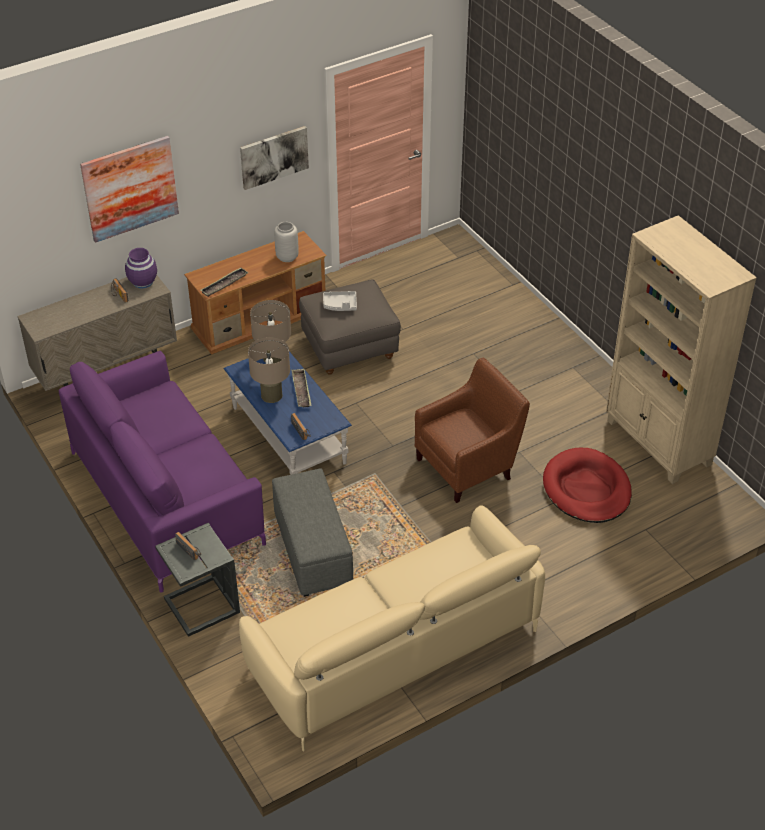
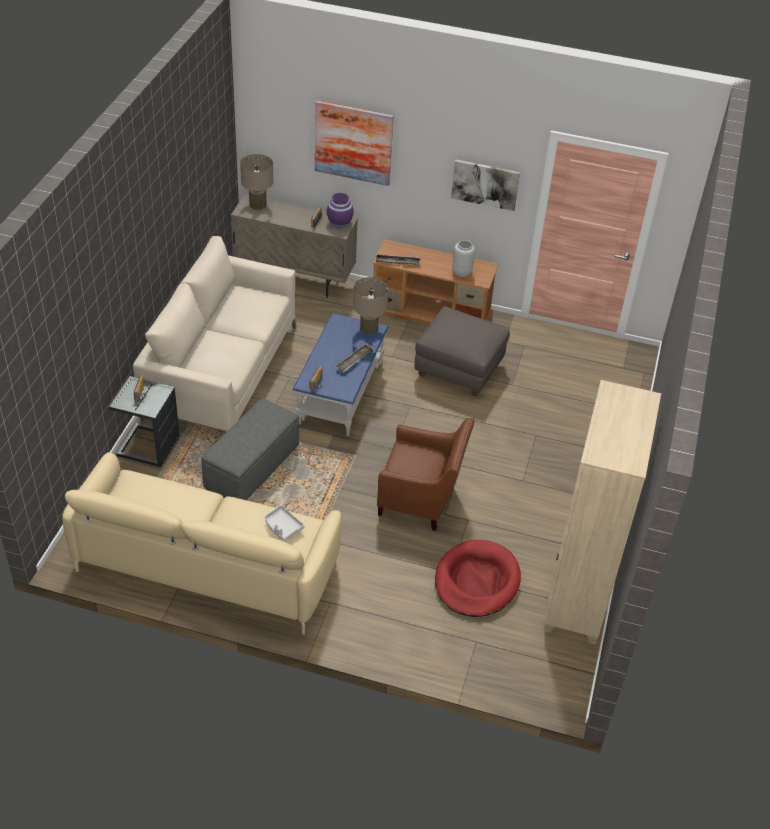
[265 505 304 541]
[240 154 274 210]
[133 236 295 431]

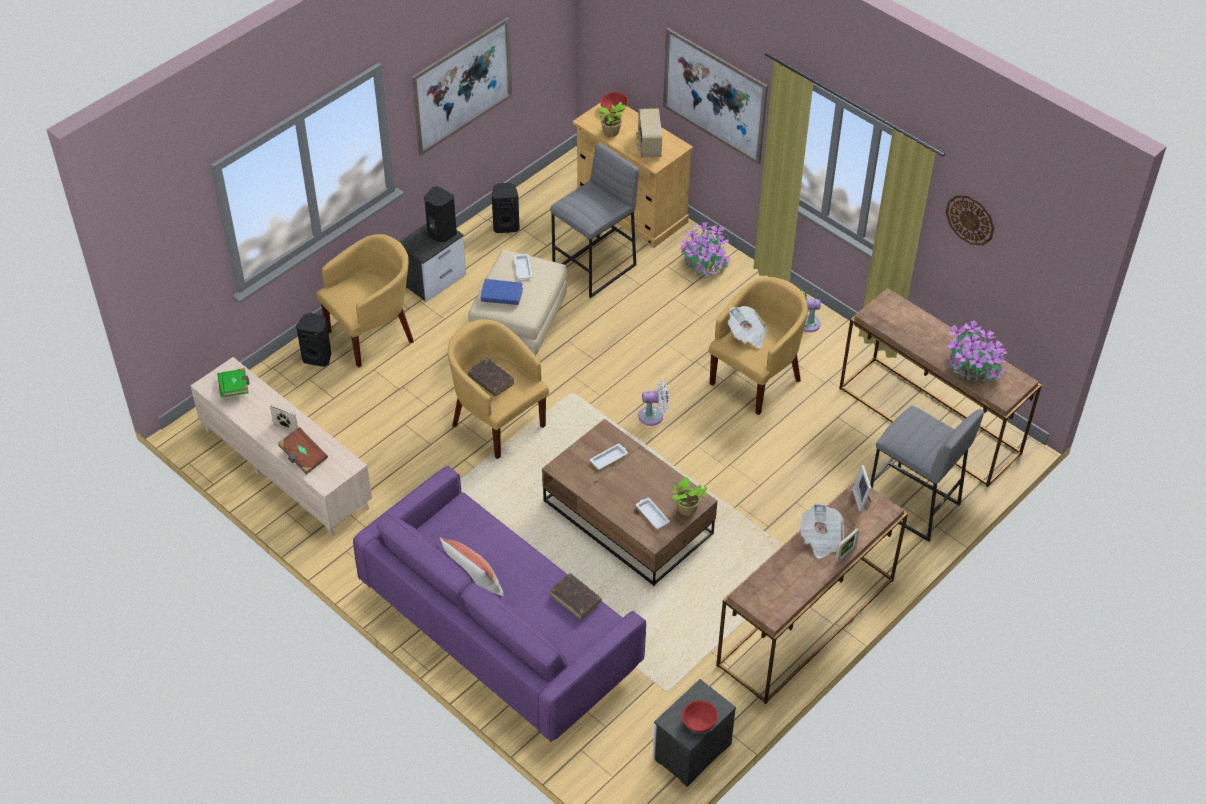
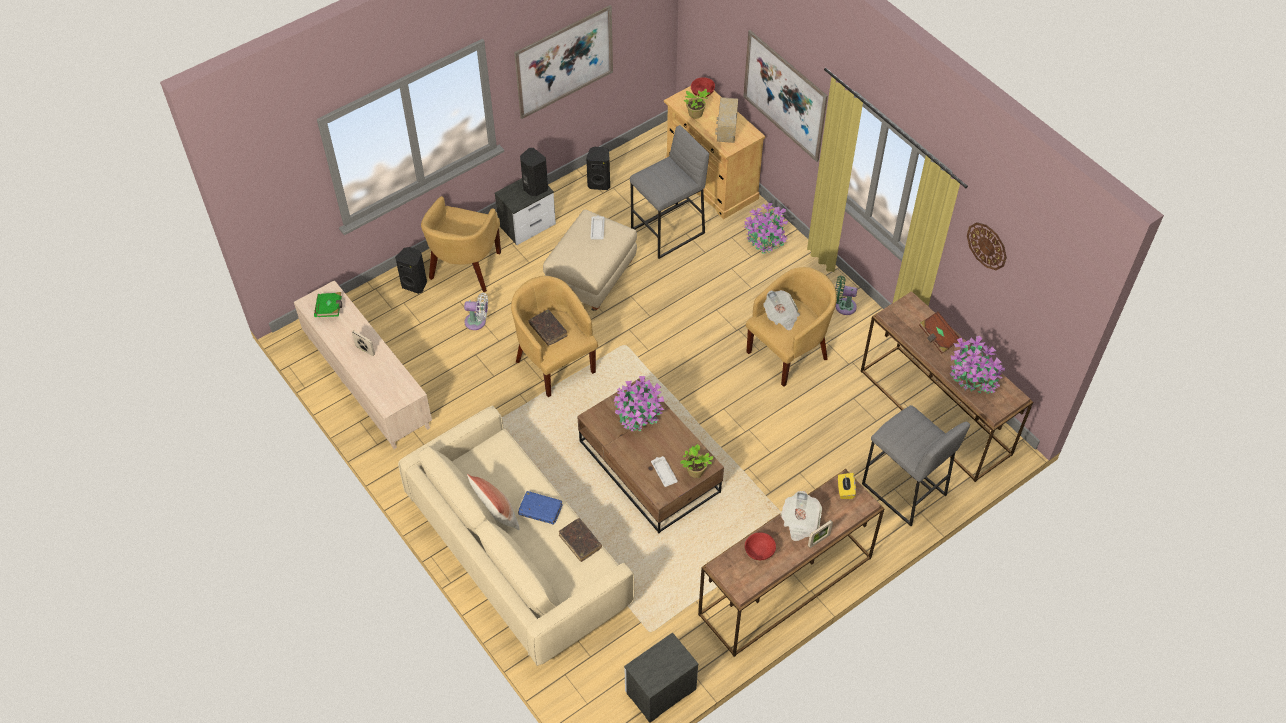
[421 196 501 292]
[518 491 563 525]
[464 293 488 330]
[919 311 959 353]
[614 376 664 431]
[838 473 856 499]
[398 405 634 666]
[745 532 776 560]

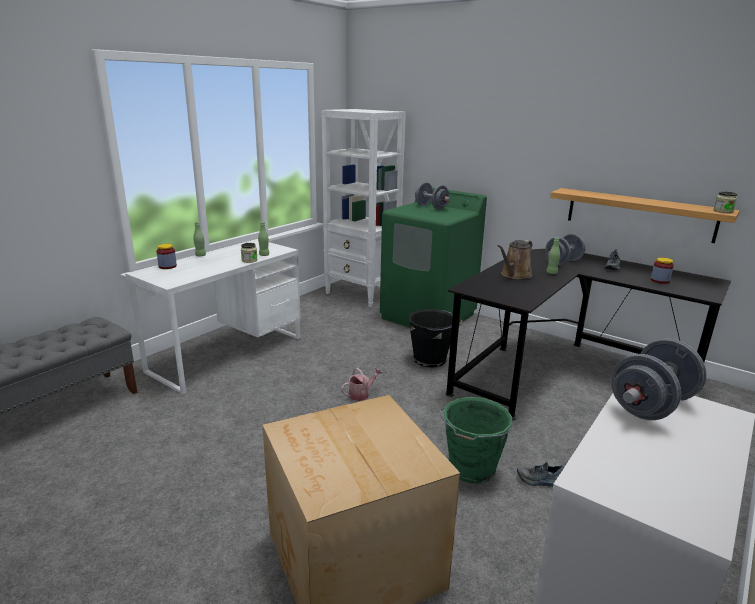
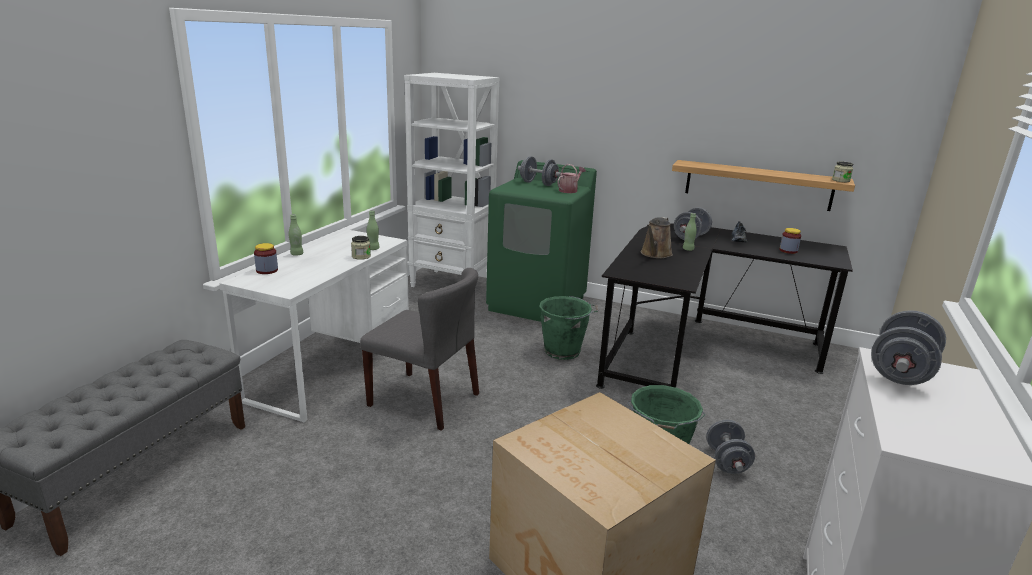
[539 296 598 360]
[557 164 586 193]
[706 420 755 474]
[360 268 479 431]

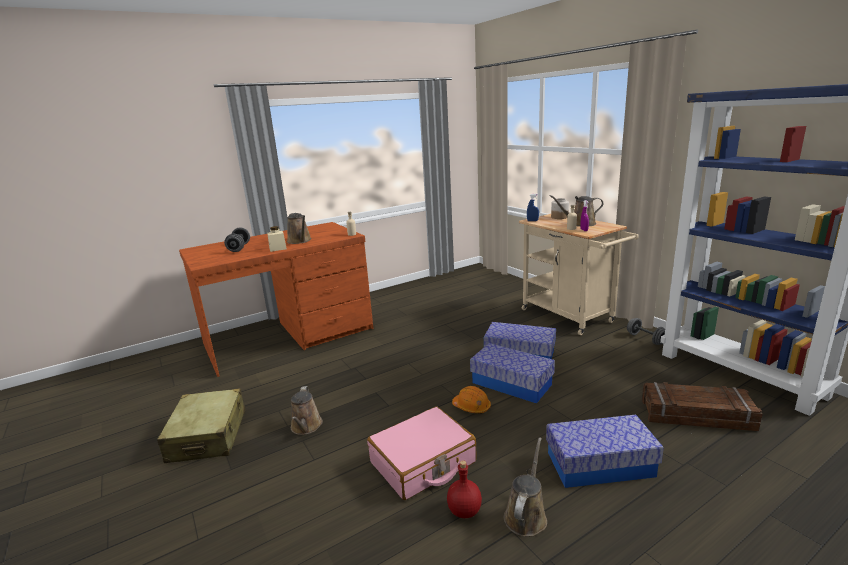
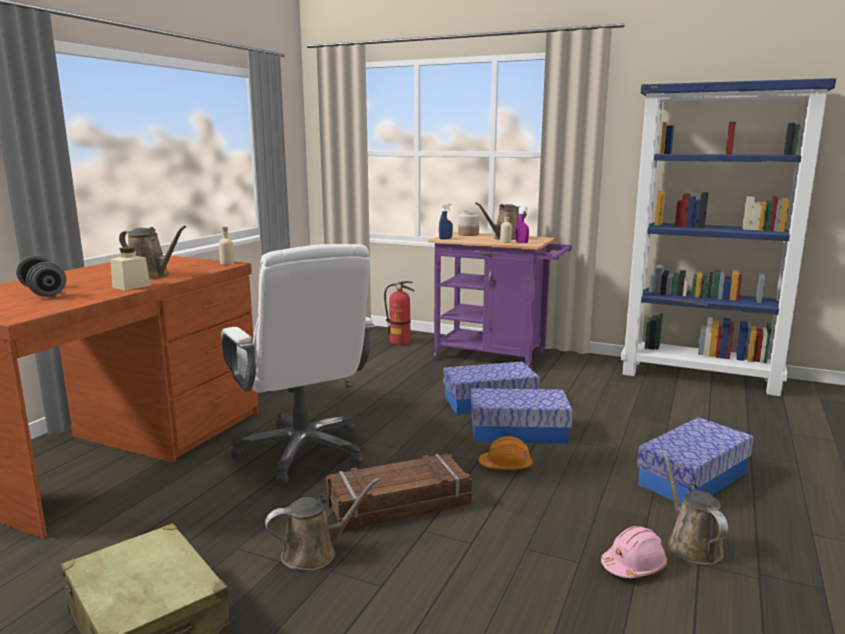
[428 232 572 368]
[627 318 665 345] (first image)
[326 454 472 531]
[265 478 379 571]
[367 406 477 500] (first image)
[601 526 668 578]
[221 244 376 484]
[384 281 414 345]

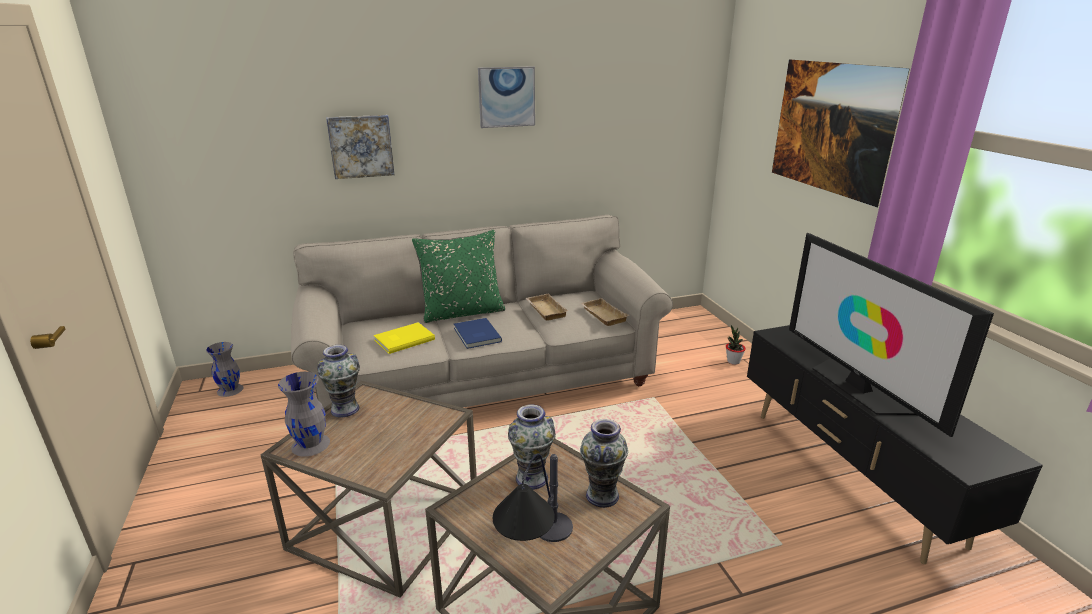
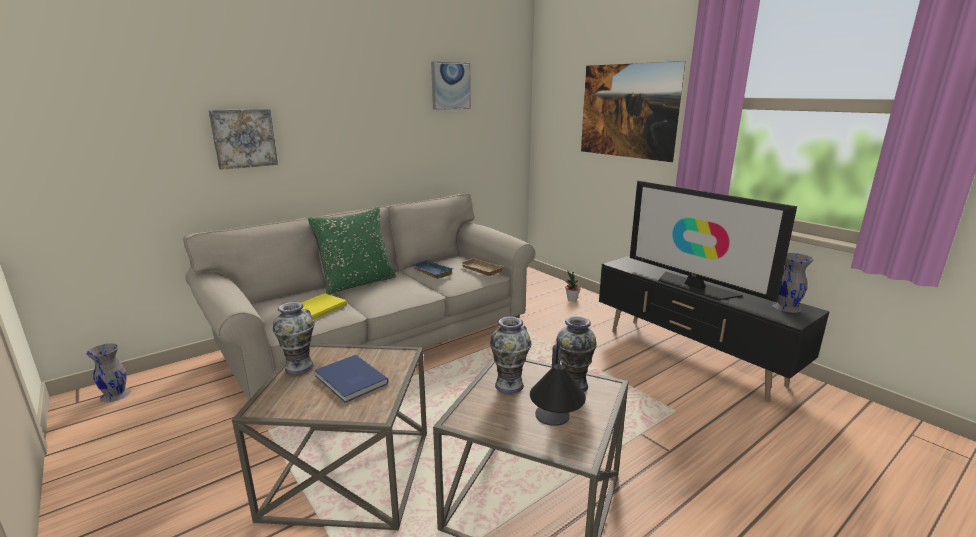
[431 62 471 110]
[411 260 454 279]
[315 355 389 403]
[772 253 813 313]

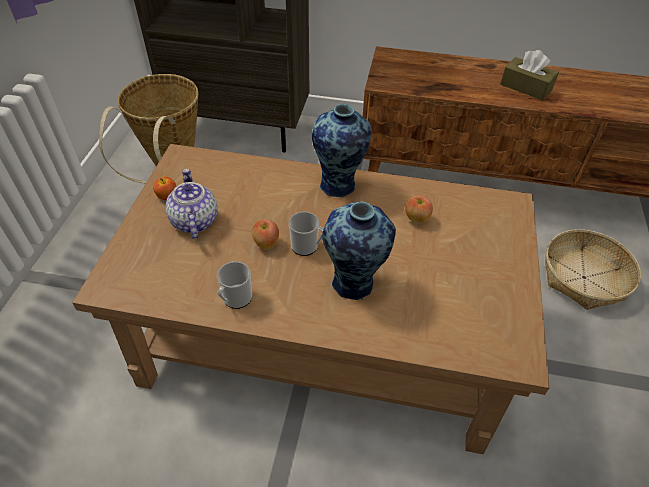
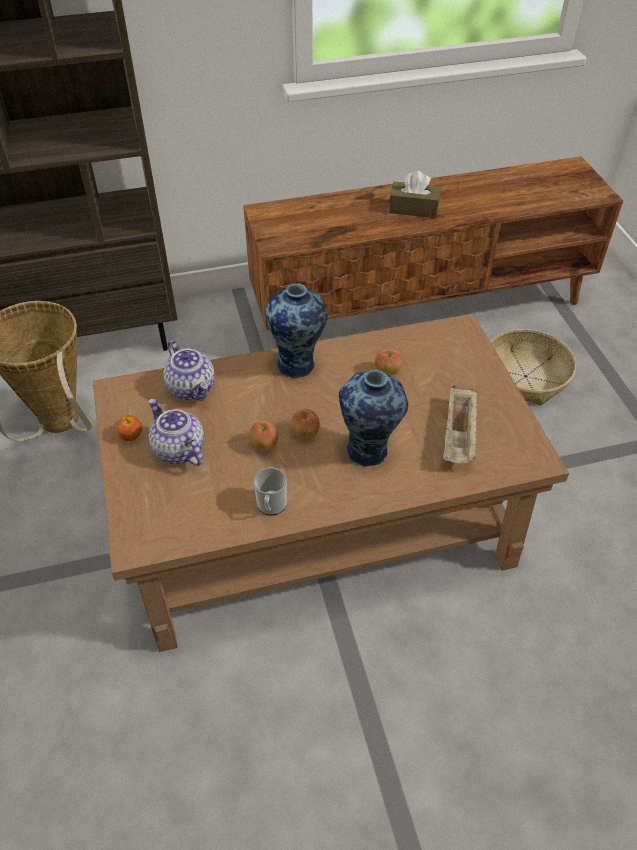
[291 409 320 439]
[164 340 215 401]
[443 385 478 463]

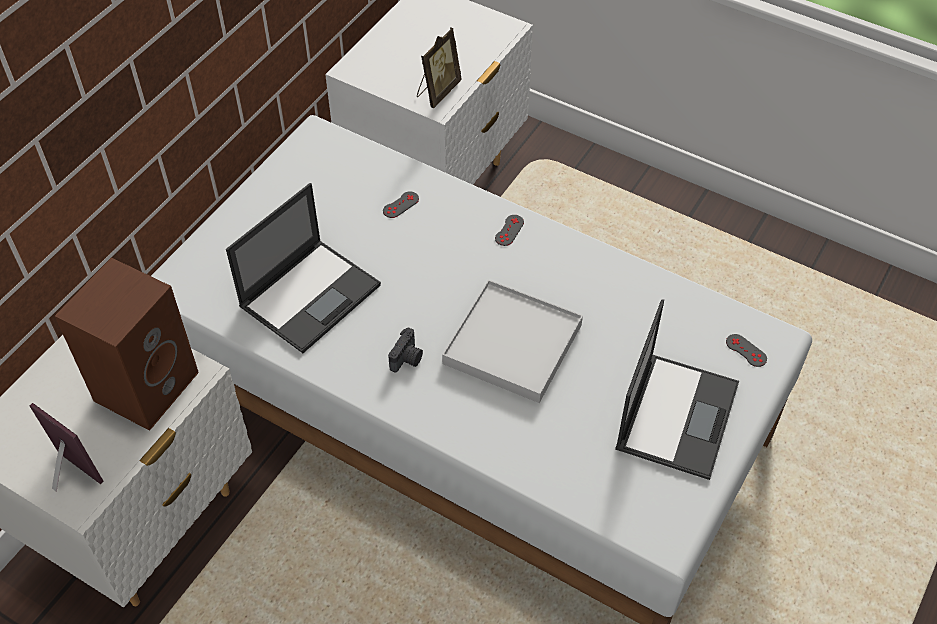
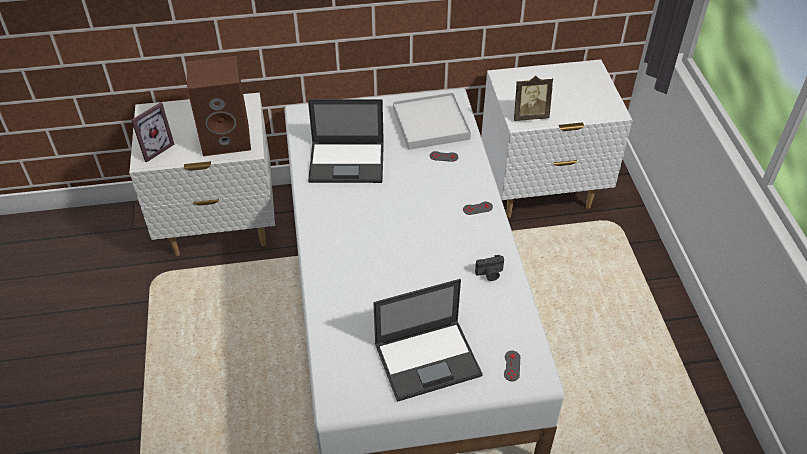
[393 92 471 150]
[475 255 504 281]
[131 102 175 163]

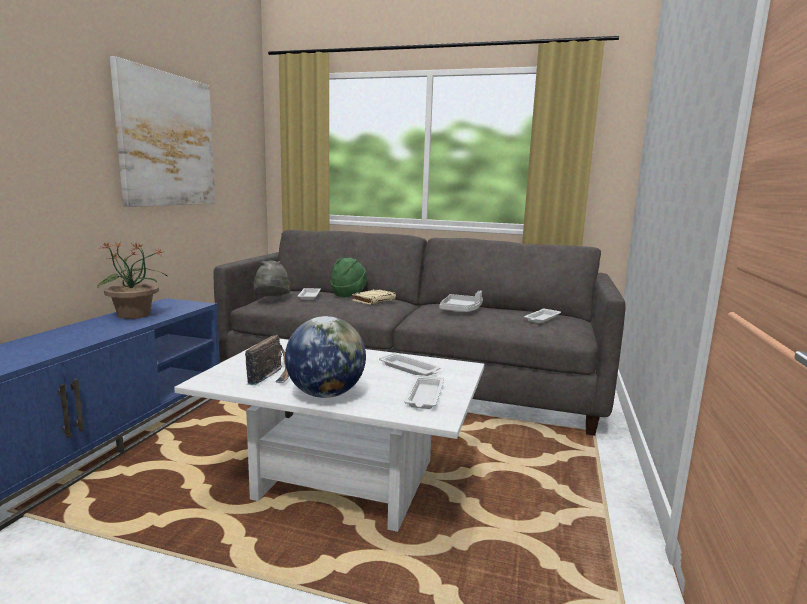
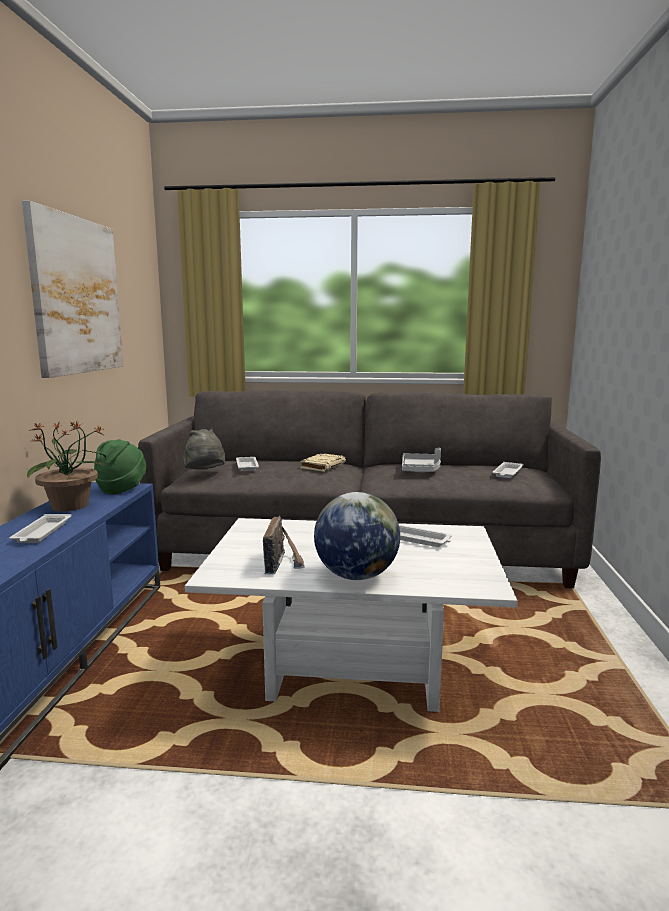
[94 439 146 494]
[9 514 71 543]

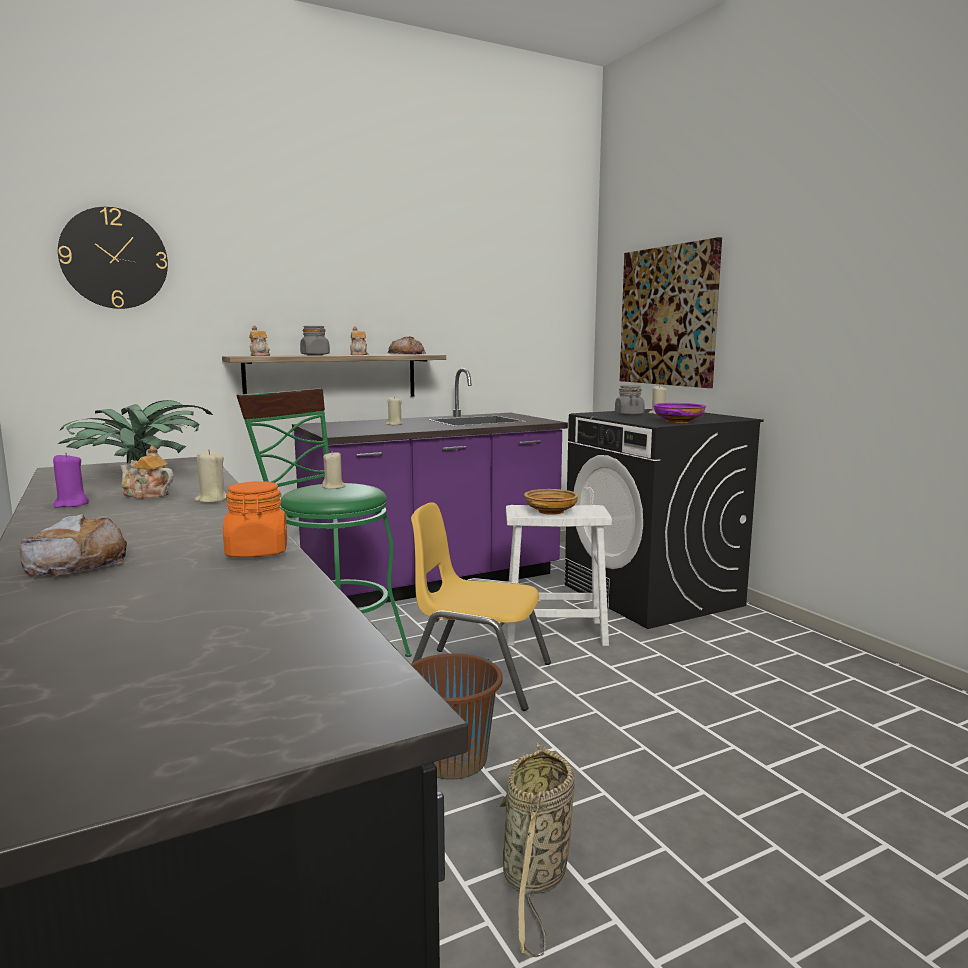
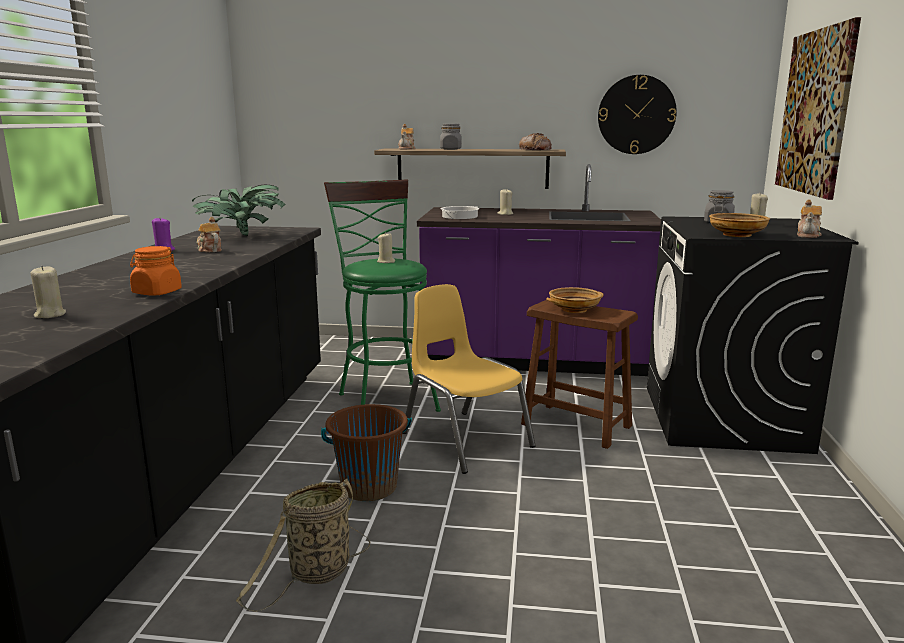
[598 75 677 154]
[797 200 822 238]
[709 213 770 237]
[30 266 66 318]
[521 300 638 449]
[20 514 127 577] (first image)
[440 206 479 219]

